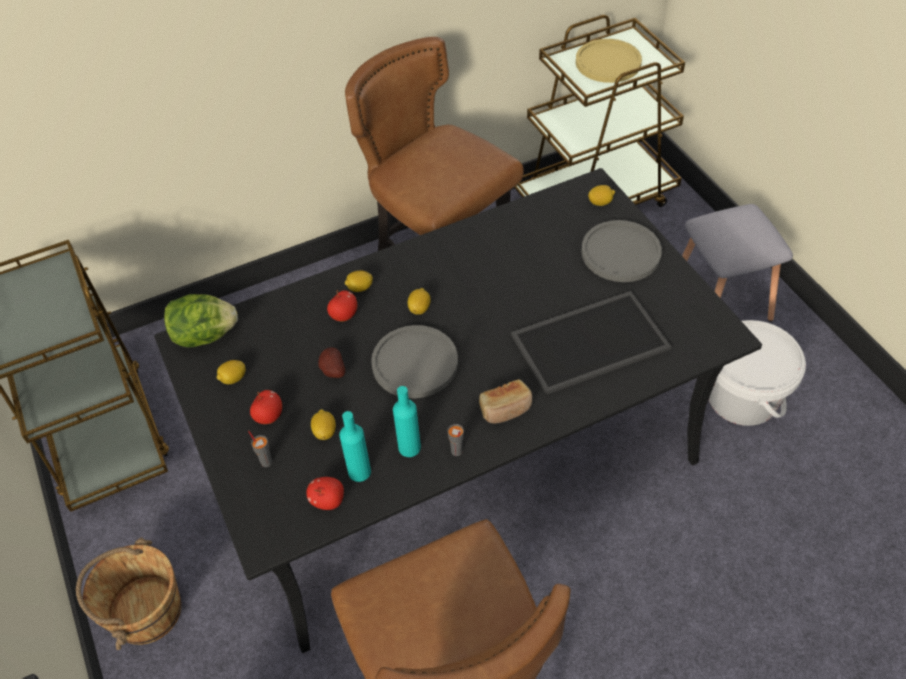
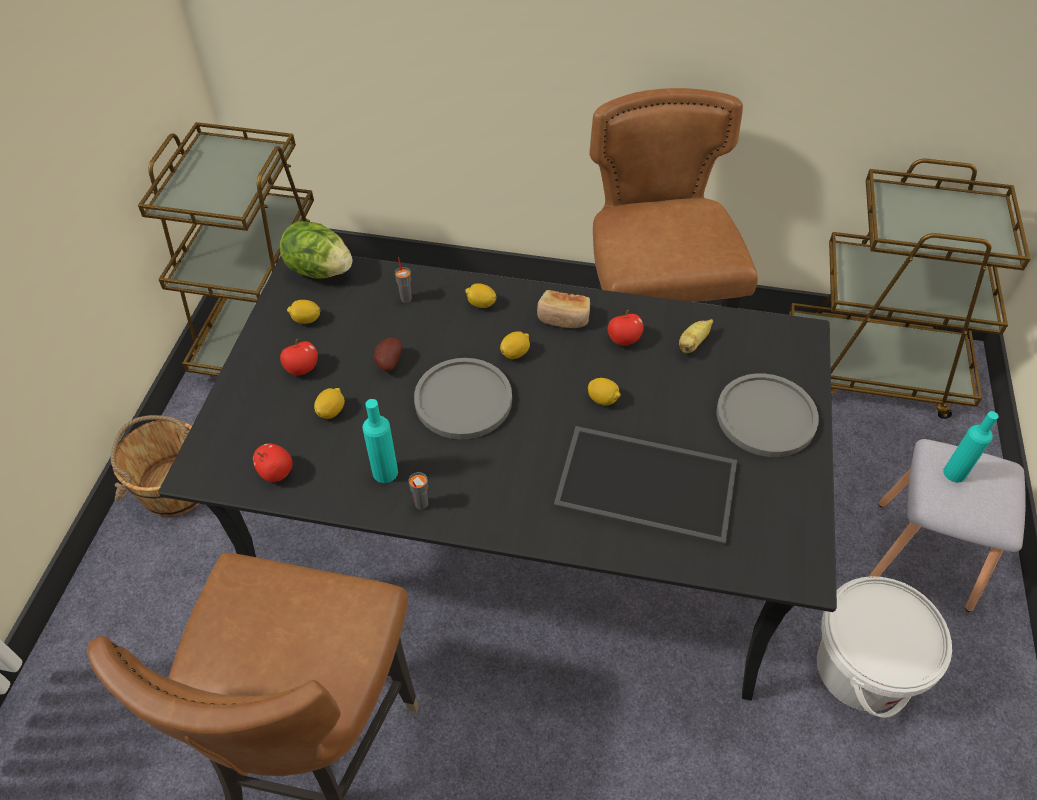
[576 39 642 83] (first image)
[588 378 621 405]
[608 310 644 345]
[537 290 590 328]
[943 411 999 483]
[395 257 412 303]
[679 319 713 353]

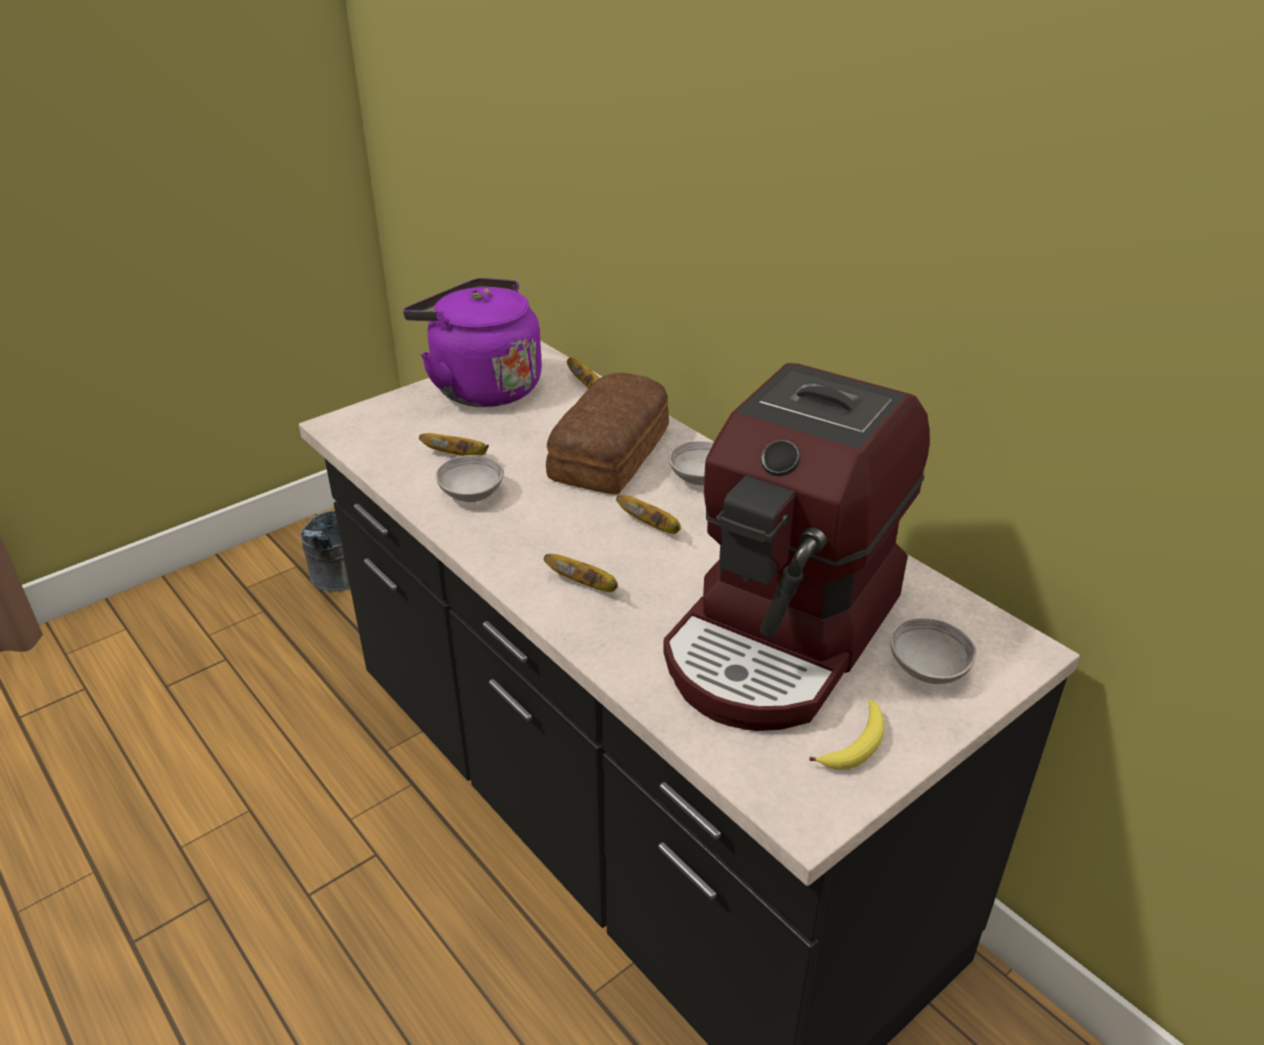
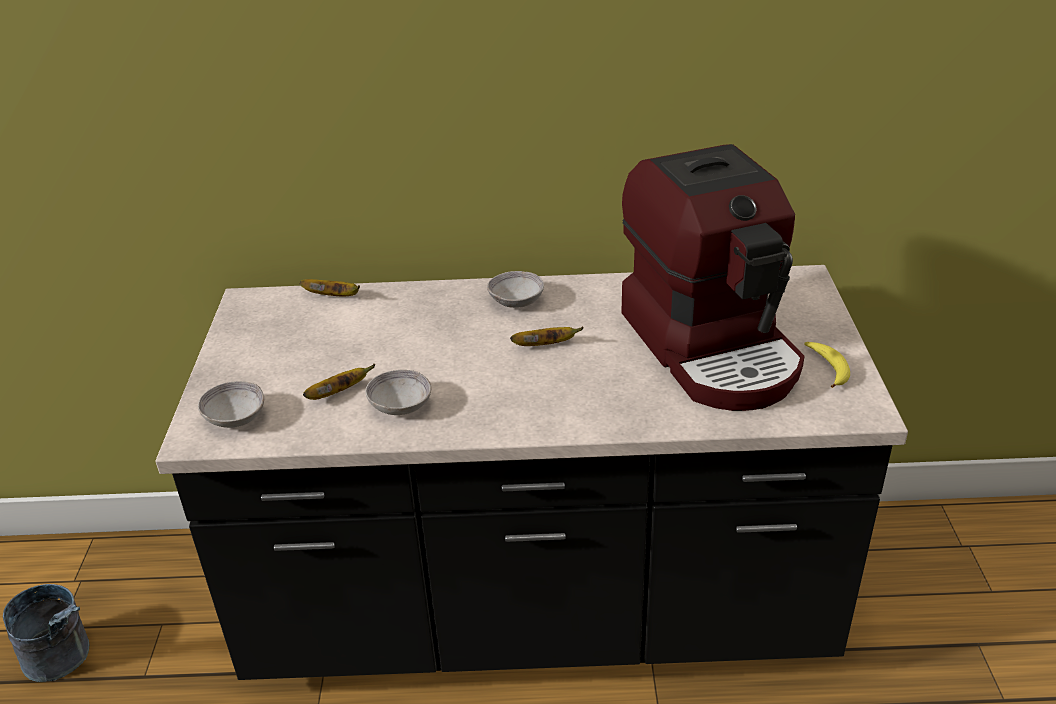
[403 278 542 407] (first image)
[546 373 669 495] (first image)
[544 554 618 592] (first image)
[198 381 264 428]

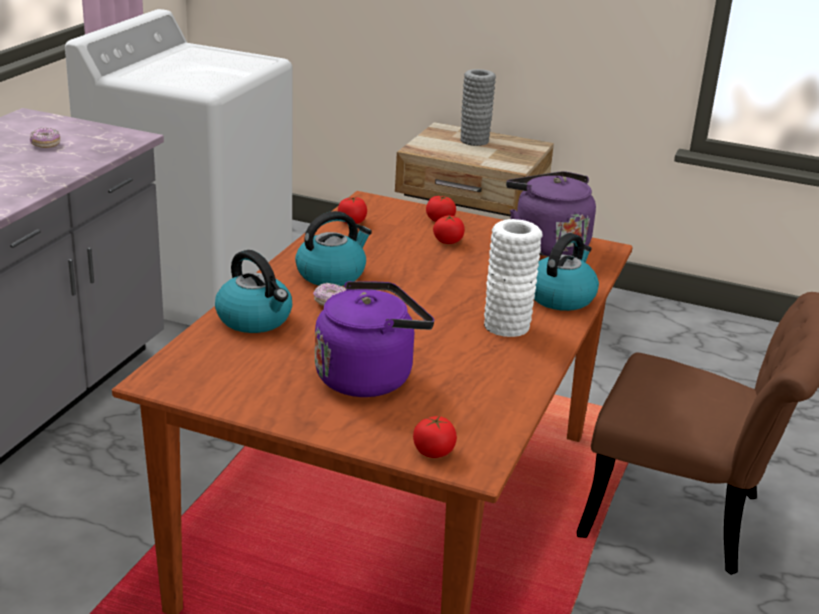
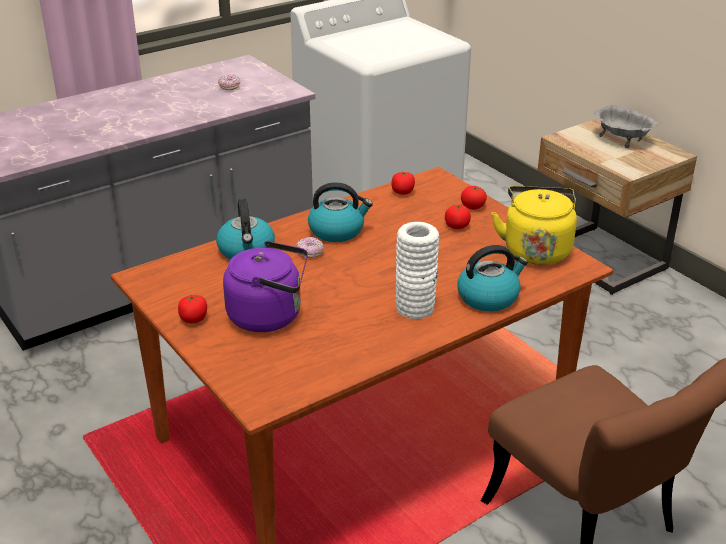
[594 105 658 148]
[492 186 577 265]
[178 294 207 323]

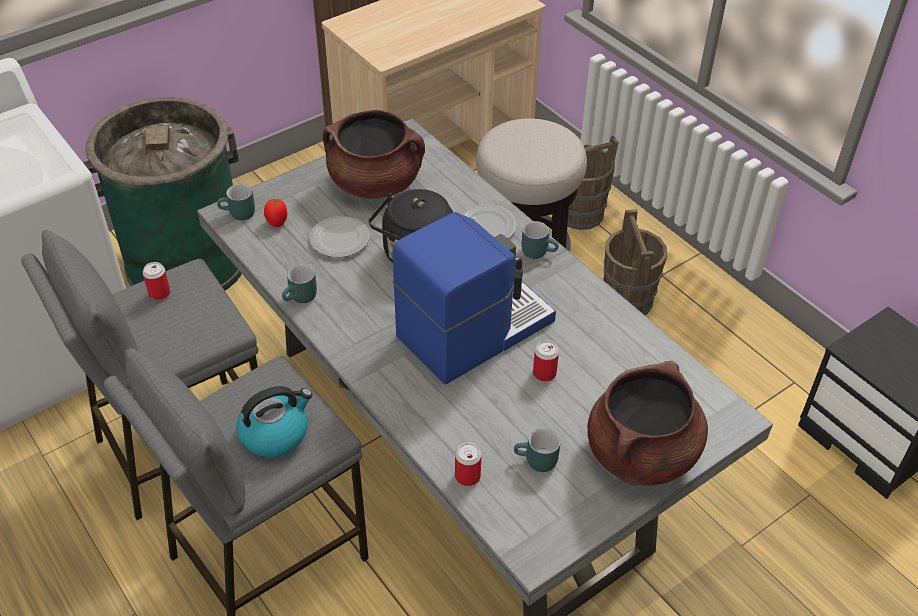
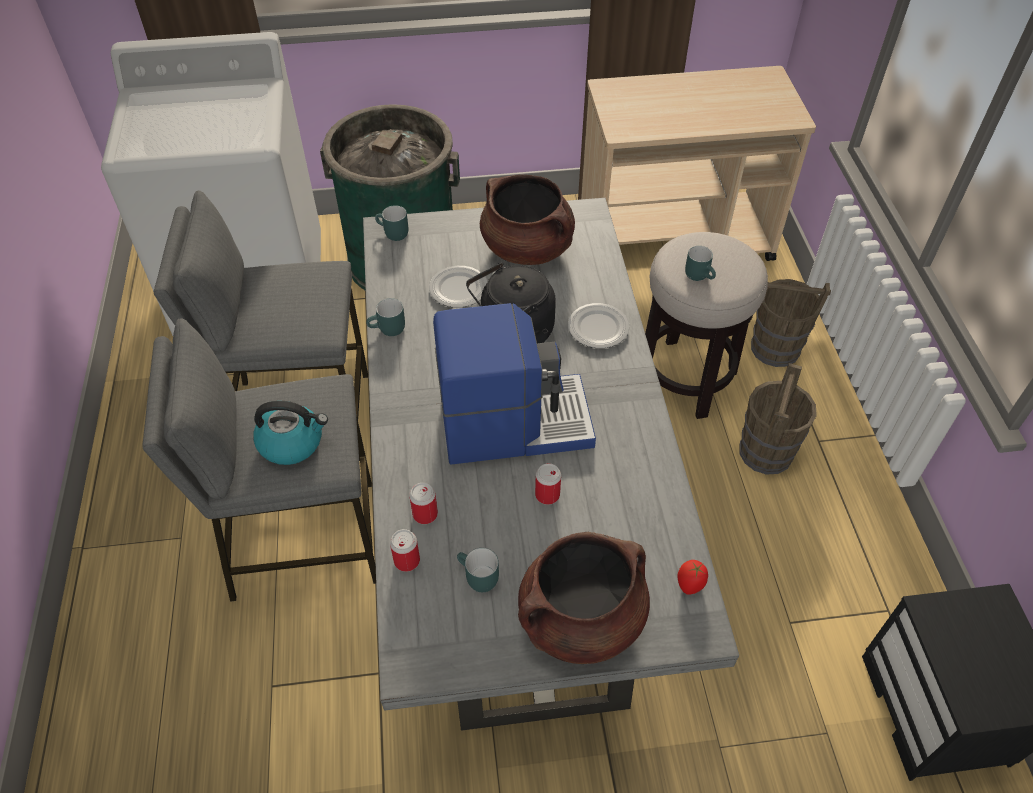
[677 560 708 595]
[685 246 716 281]
[409 483 438 524]

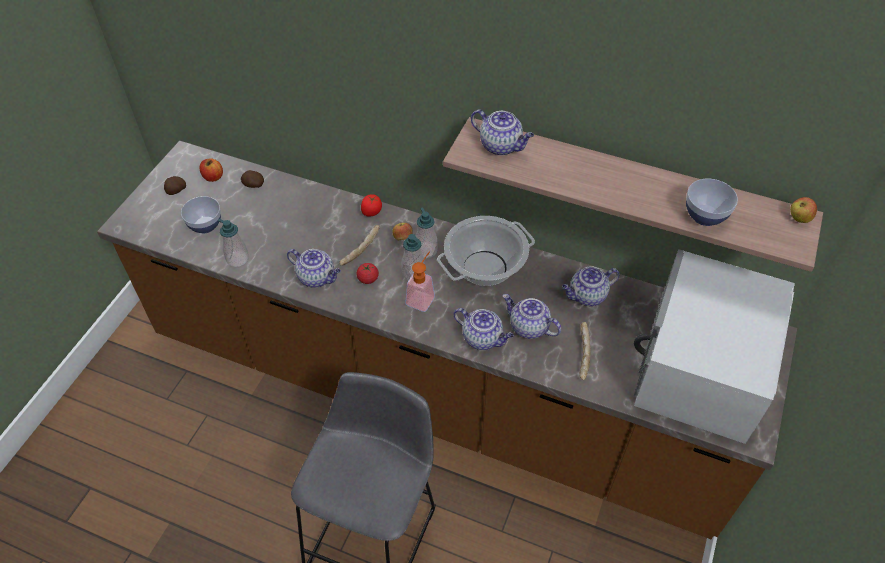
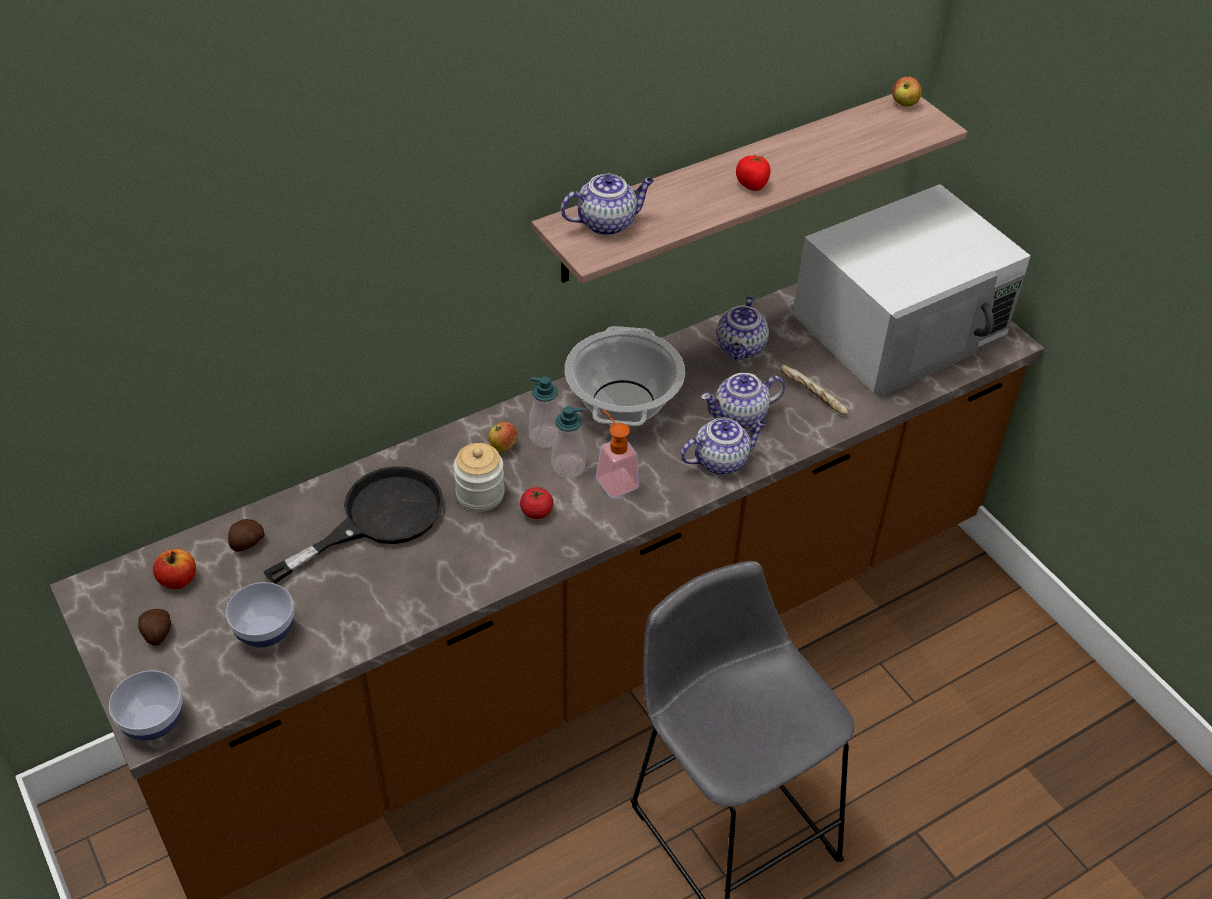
[109 671 182 741]
[736 154 770 191]
[218 219 249 267] (first image)
[453 443 505 512]
[287 249 341 288] (first image)
[793 184 1031 398]
[263 466 444 584]

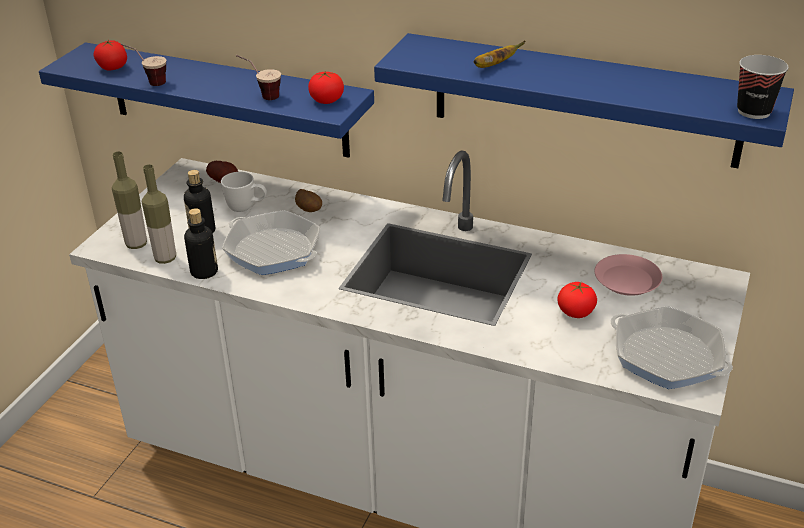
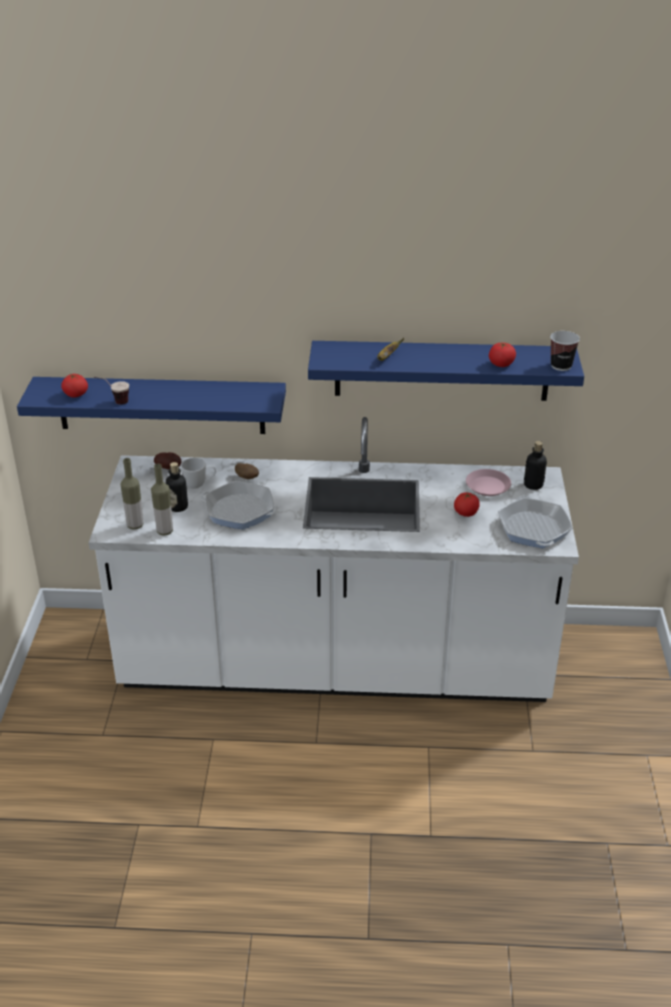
[236 55 281 100] (first image)
[489 342 516 367]
[524 441 547 490]
[498 496 572 548]

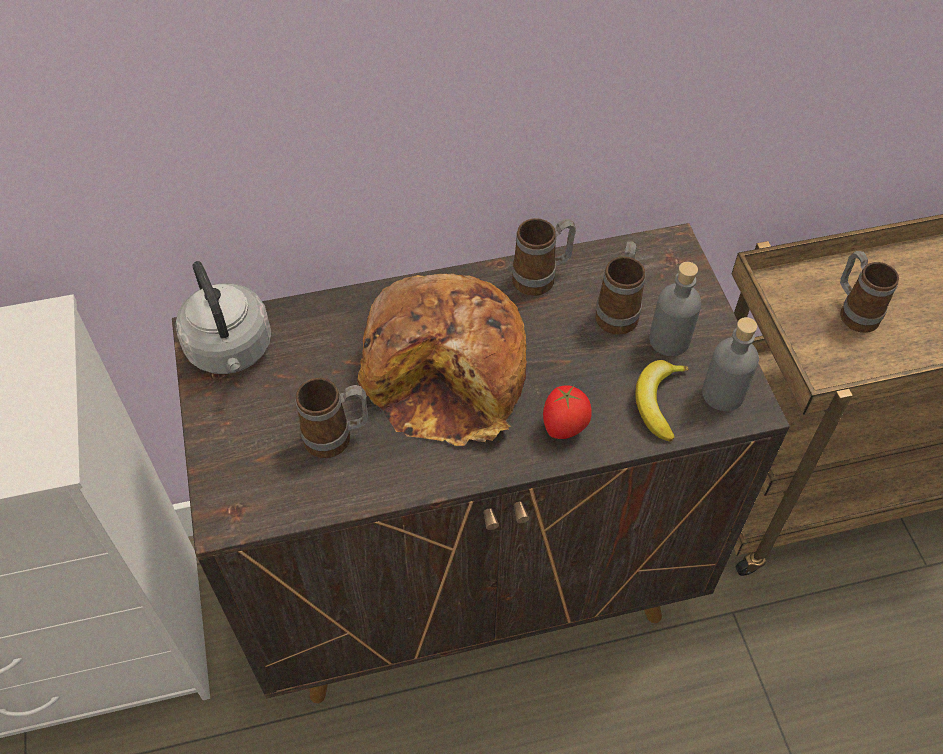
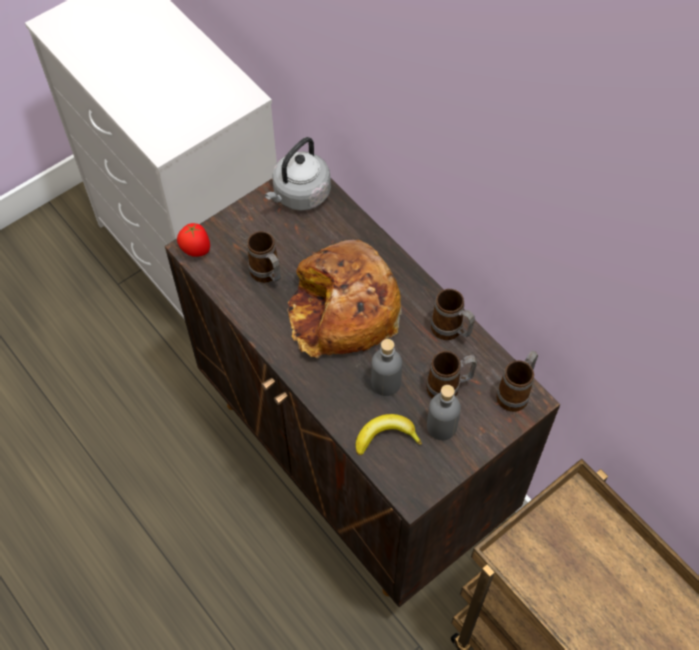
[496 351 538 412]
[371 339 402 396]
[177 223 210 257]

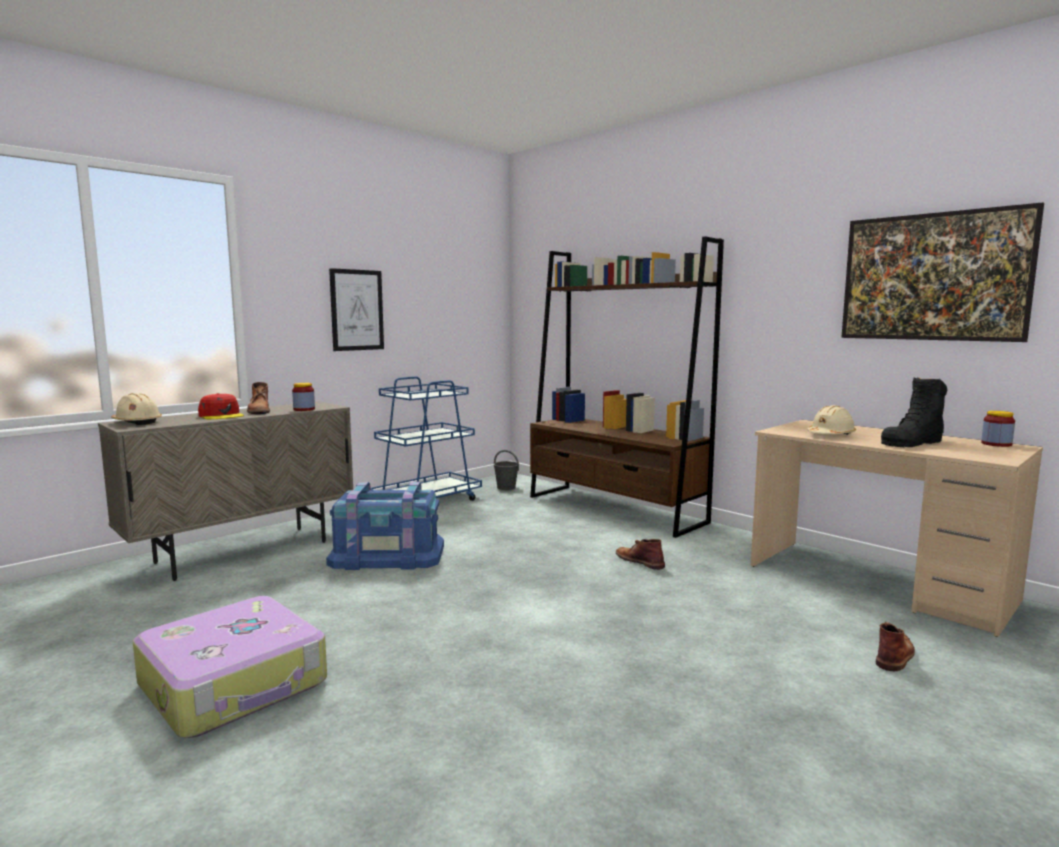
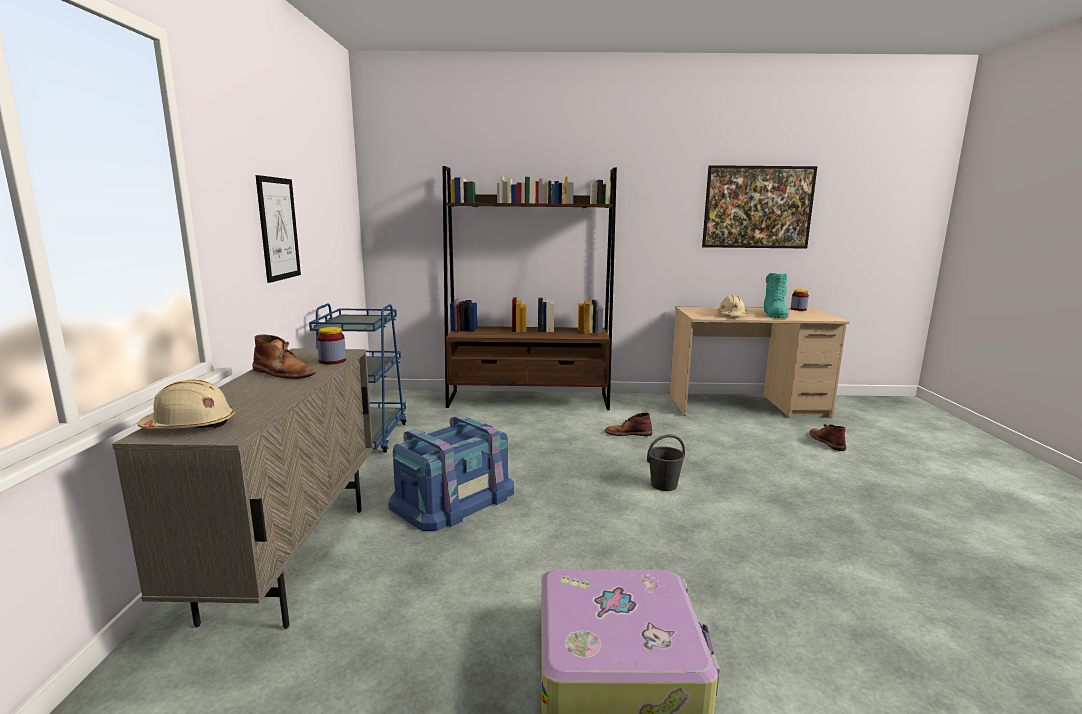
[763 273 789 318]
[198 393 244 419] (first image)
[647 434 685 491]

